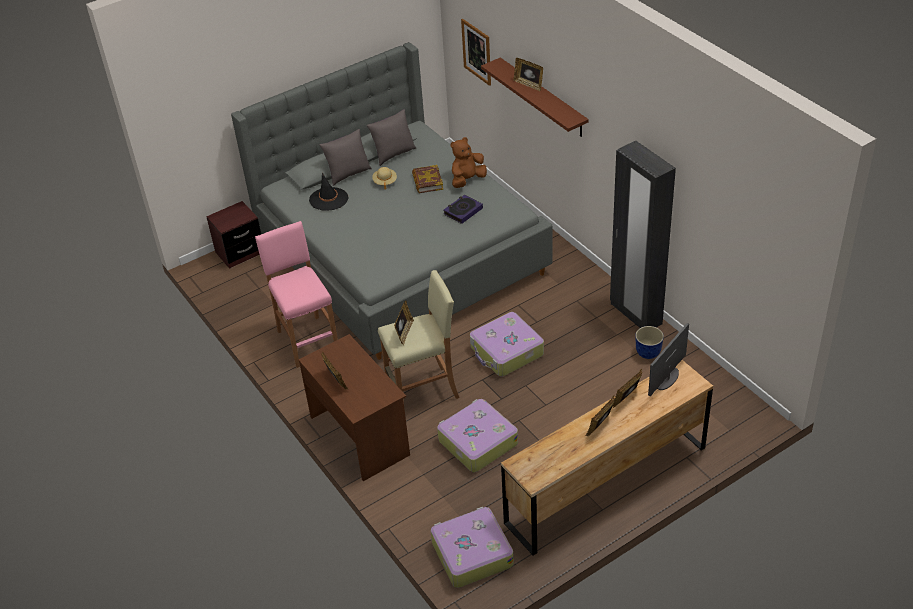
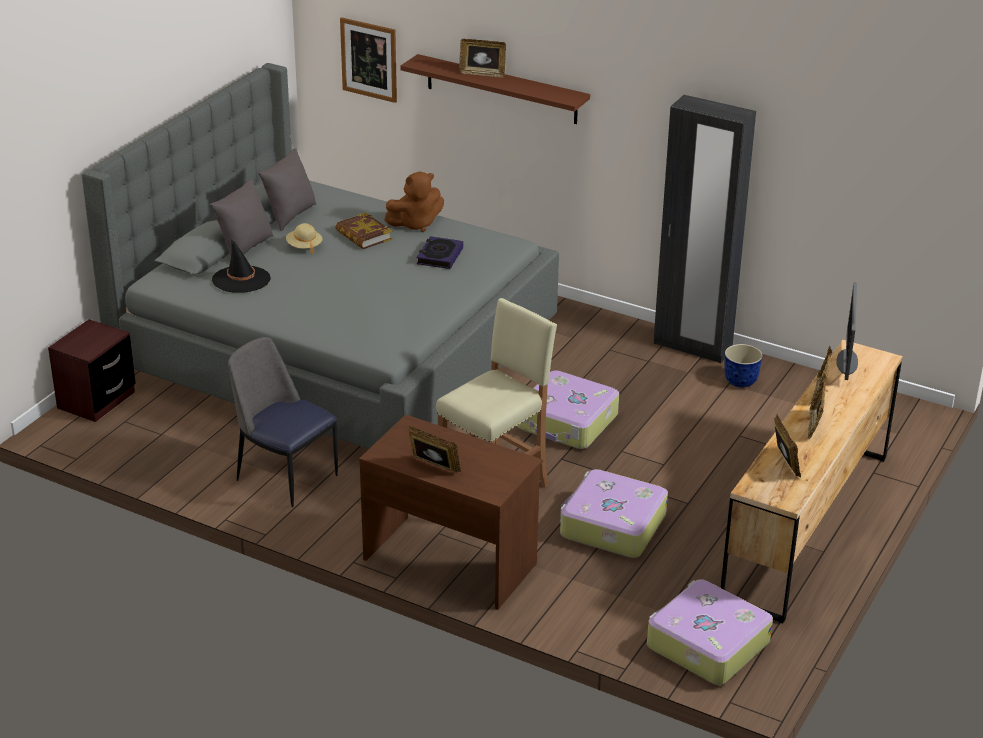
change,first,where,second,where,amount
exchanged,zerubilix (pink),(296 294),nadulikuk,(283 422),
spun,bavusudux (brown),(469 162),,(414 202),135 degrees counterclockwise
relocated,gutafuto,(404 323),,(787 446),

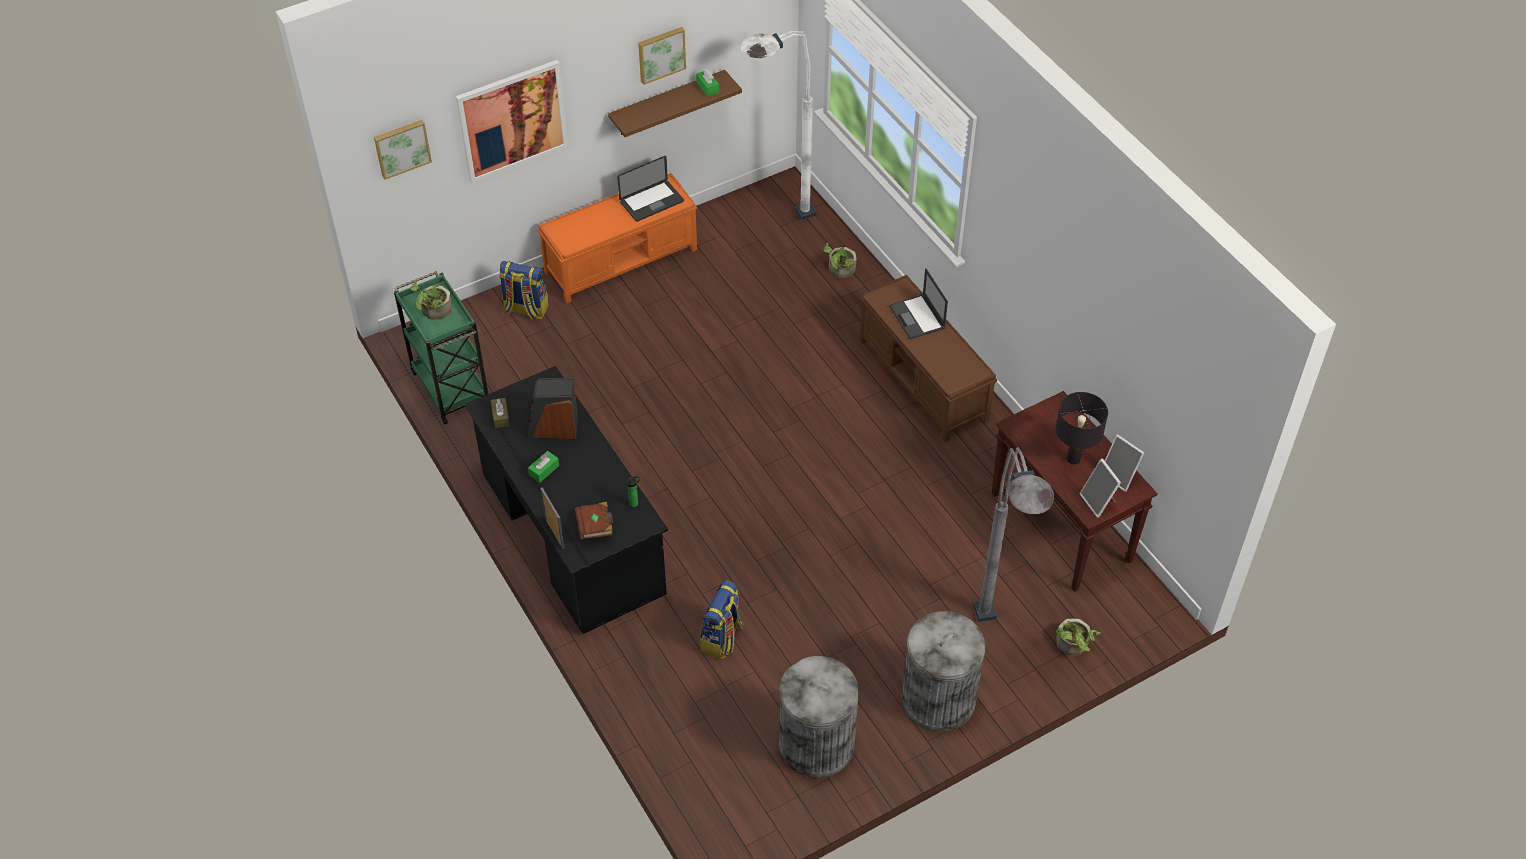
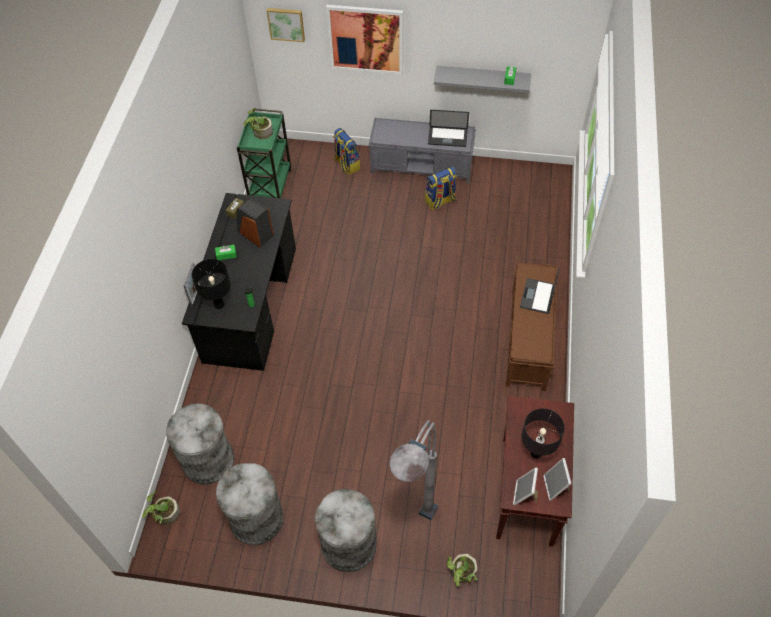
change,first,where,second,where,amount
relocated,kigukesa,(840 260),,(161 508),
appeared,,,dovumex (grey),(200 444),
exchanged,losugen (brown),(594 520),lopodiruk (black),(211 284),
colour,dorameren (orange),(617 238),dorameren (grey),(422 150),
relocated,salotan,(722 619),,(441 188),
colour,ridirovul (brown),(675 103),ridirovul (grey),(482 79),
missing,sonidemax,(662 56),,,
missing,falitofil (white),(778 125),,,

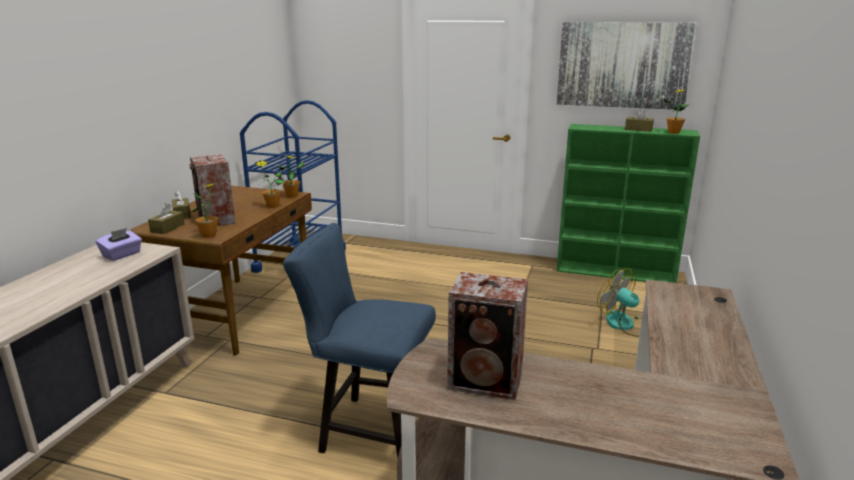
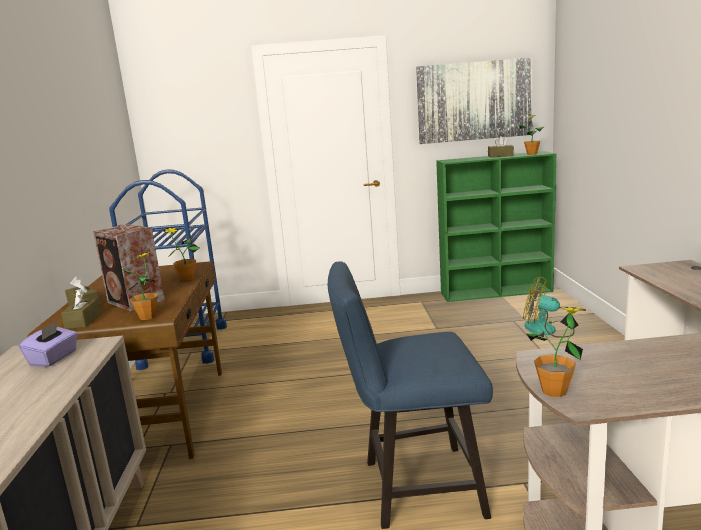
change,first,where,second,where,amount
relocated,kigukesa,(291 176),,(556 352),
missing,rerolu,(487 336),,,

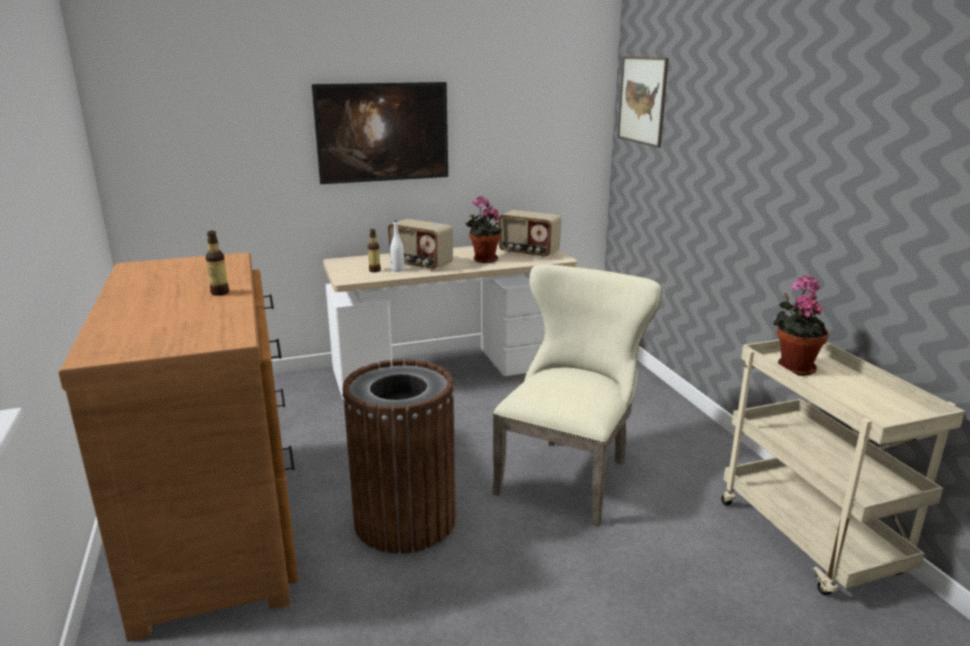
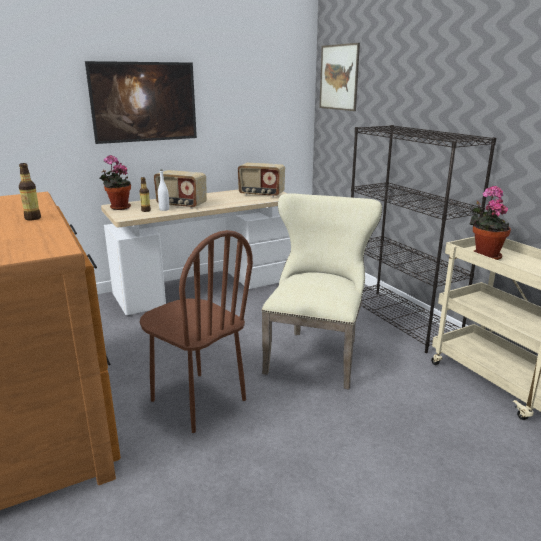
change,first,where,second,where,amount
relocated,kigukesa,(483 229),,(115 182),
exchanged,dovumex (brown),(399 456),nadulikuk (brown),(196 331),
appeared,,,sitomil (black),(424 239),

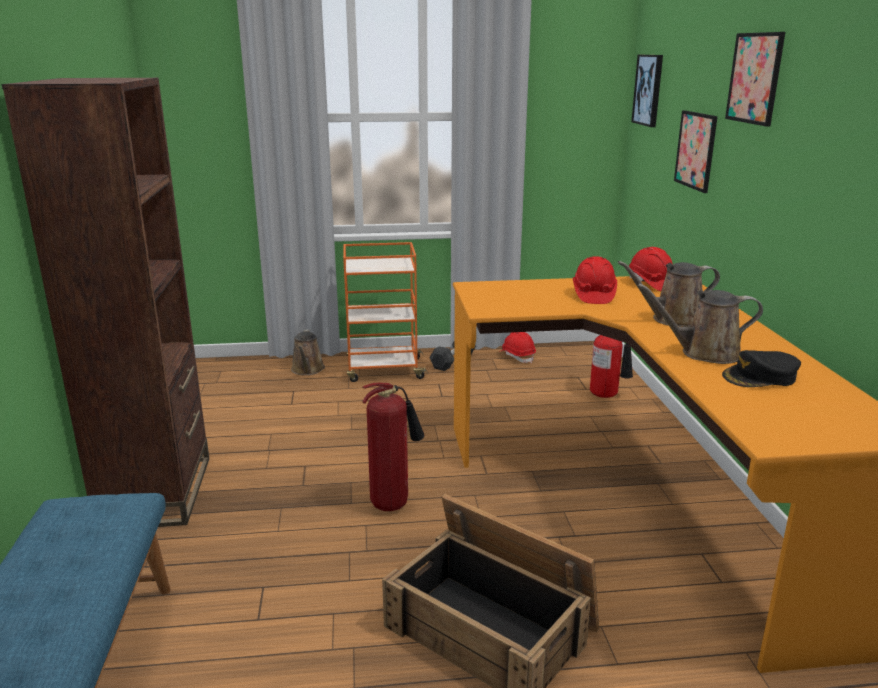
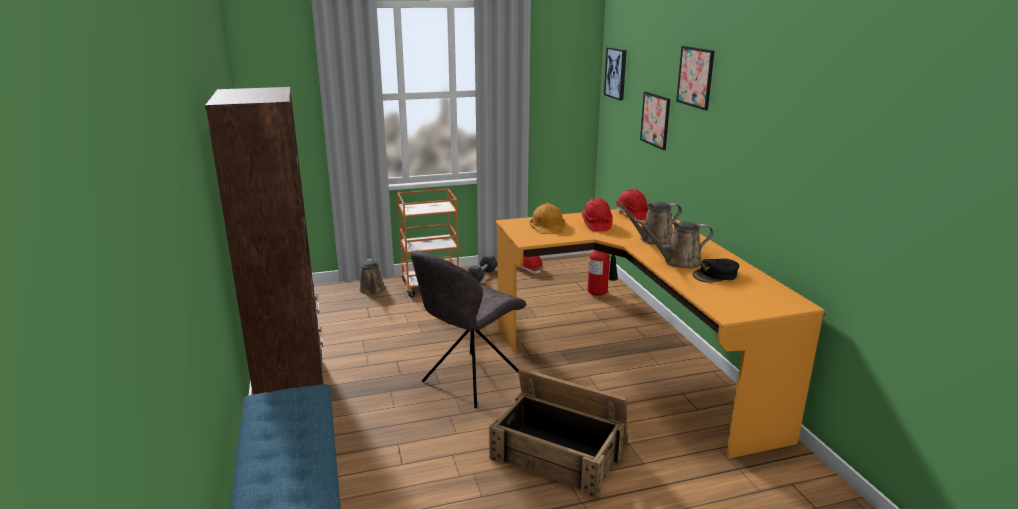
change,first,where,second,where,amount
exchanged,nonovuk,(393 446),nadulikuk (grey),(469 329),
appeared,,,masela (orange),(547 218),

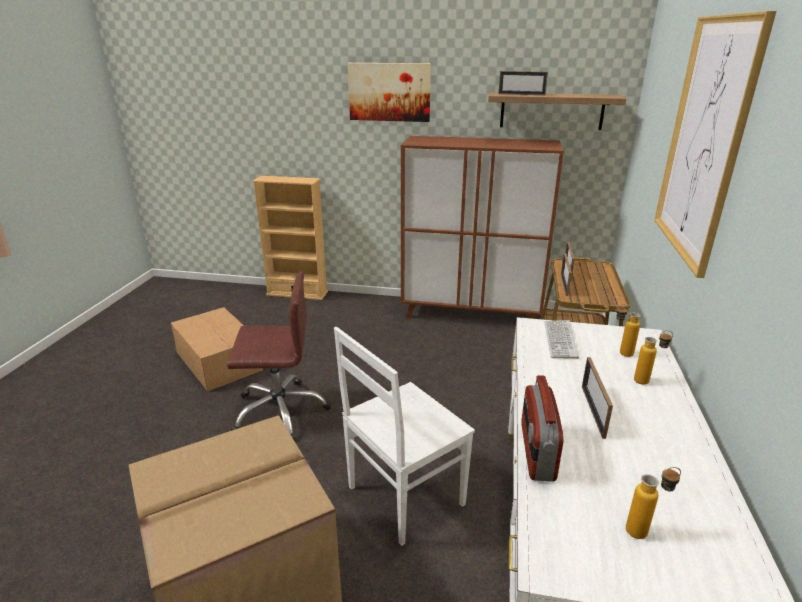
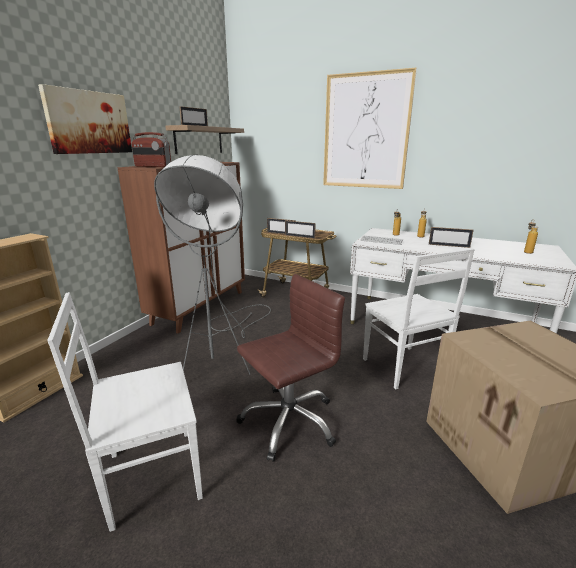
change,first,where,second,where,amount
exchanged,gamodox,(217 349),nadulikuk (white),(125 412),
relocated,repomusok,(542 428),,(151 149),
appeared,,,falitofil (grey),(212 264),
spun,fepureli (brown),(279 356),,(290 368),45 degrees clockwise

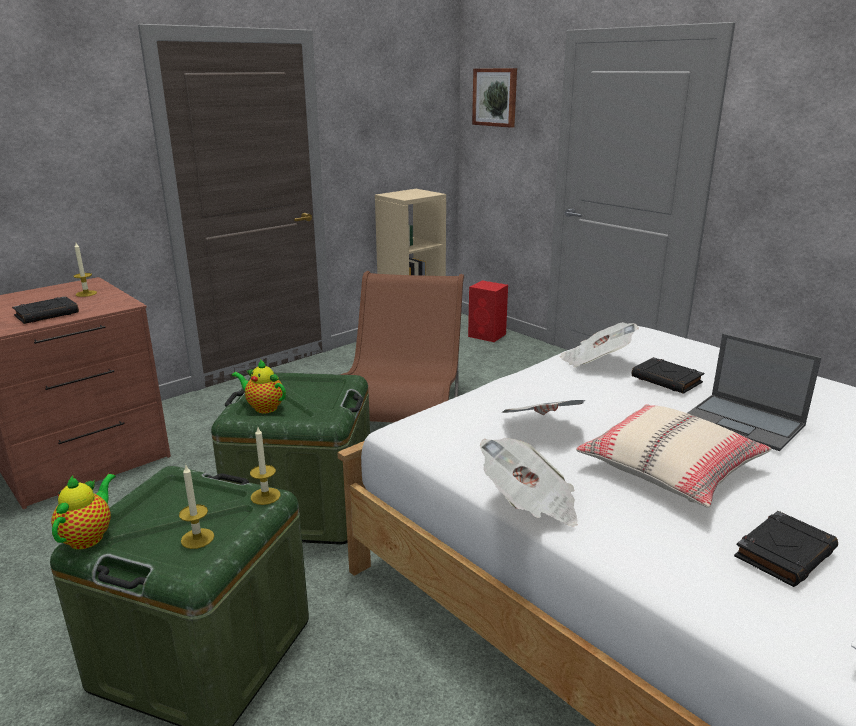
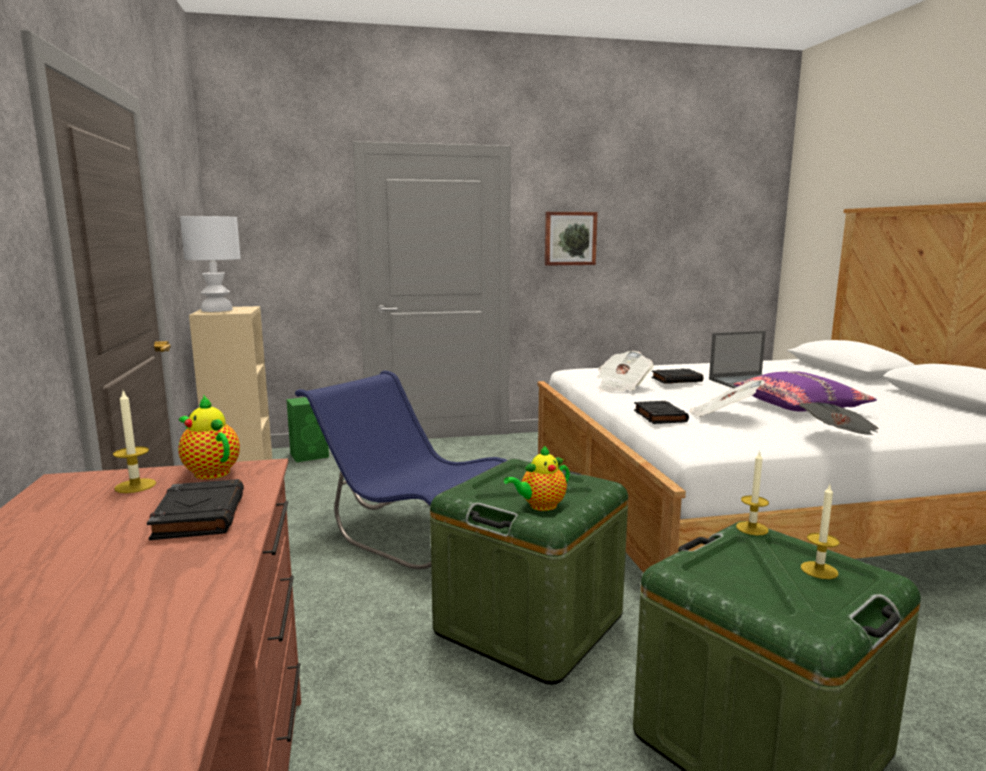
change,first,where,second,where,amount
relocated,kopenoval,(83 512),,(209 437),
appeared,,,lopodiruk (white),(210 264),
colour,rerolu (red),(488 311),rerolu (green),(307 429),
colour,nadulikuk (brown),(402 347),nadulikuk (blue),(401 470),
relocated,sonidemax,(494 98),,(571 238),
relocated,losugen (black),(786 549),,(661 412),
colour,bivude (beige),(673 456),bivude (purple),(805 391),

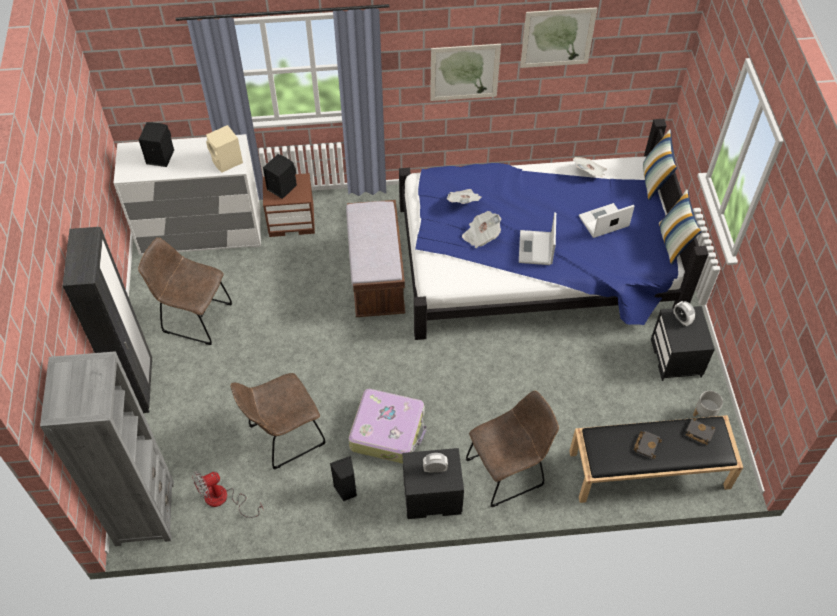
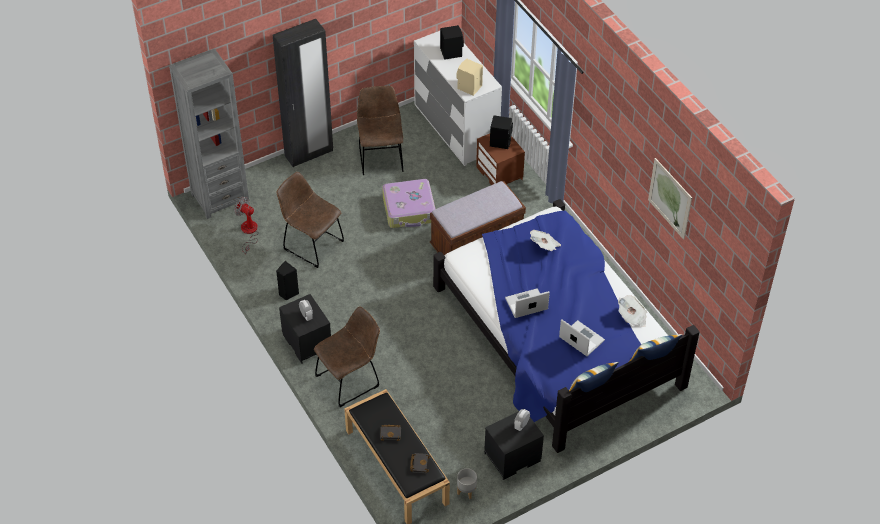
change,first,where,second,where,amount
spun,nadulikuk (brown),(512 449),,(347 357),75 degrees counterclockwise
relocated,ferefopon,(388 426),,(408 203),
missing,sonidemax,(465 72),,,
missing,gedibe,(482 229),,,

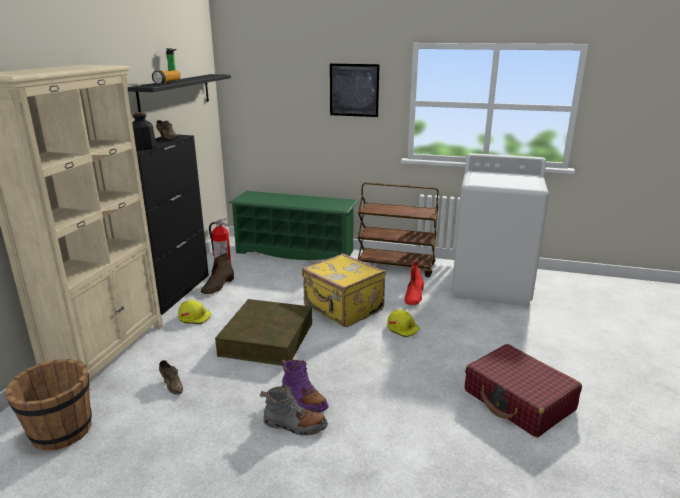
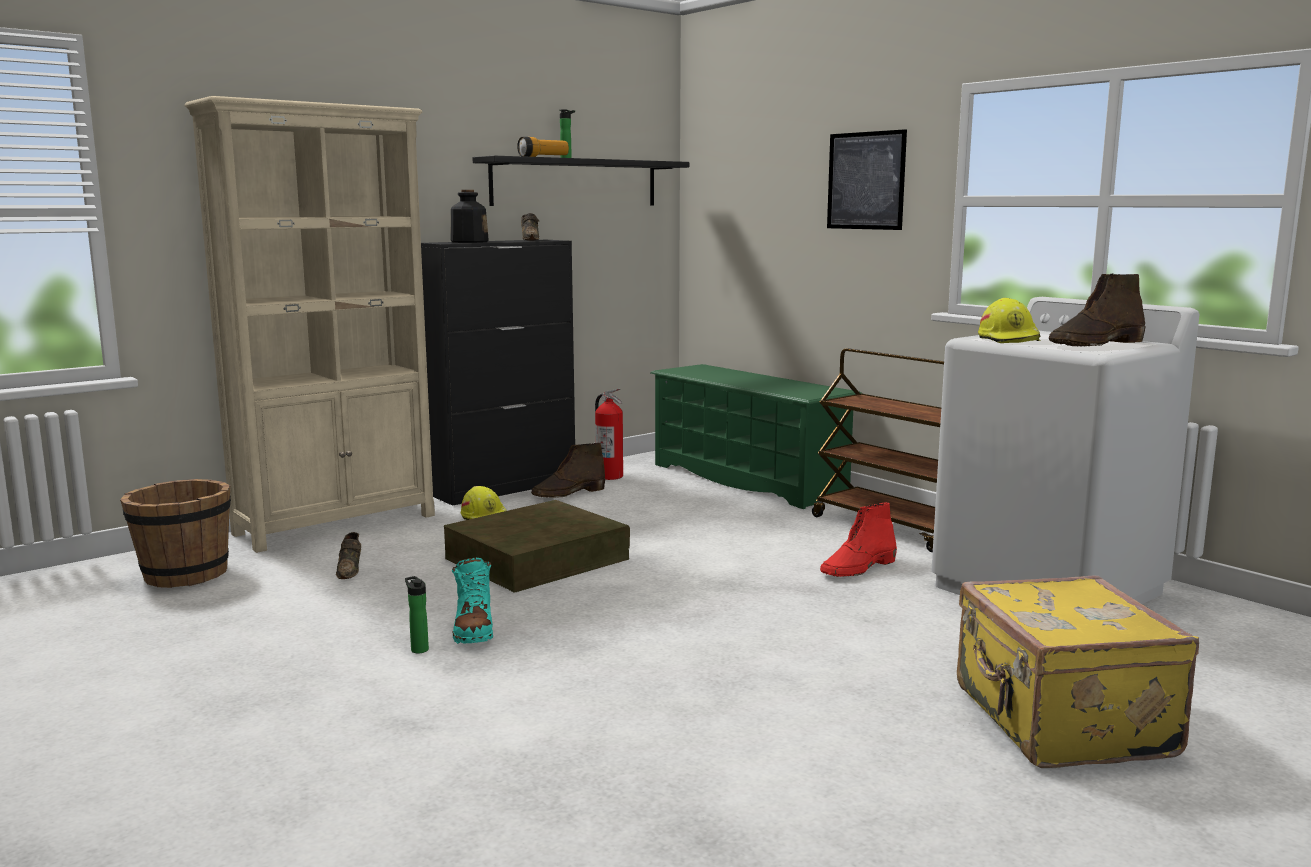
change,first,where,second,where,amount
exchanged,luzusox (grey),(294 410),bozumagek,(417 614),
colour,luzusox (purple),(305 386),luzusox (turquoise),(472 601),
relocated,ferefopon (yellow),(344 290),,(1078 672),
relocated,masela (yellow),(403 323),,(1009 320),
appeared,,,luzusox (brown),(1097 310),
missing,ferefopon (red),(523 391),,,

